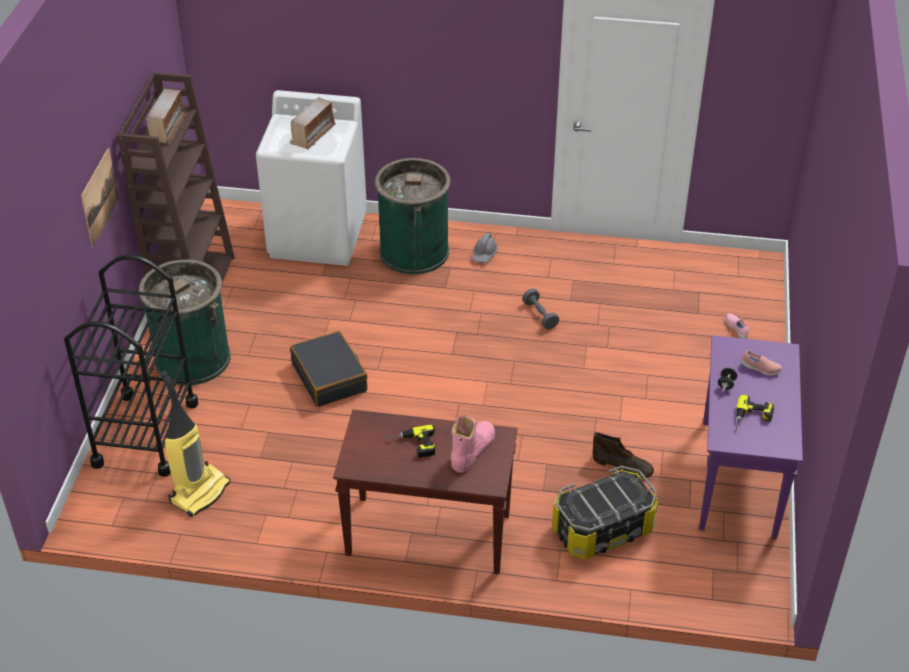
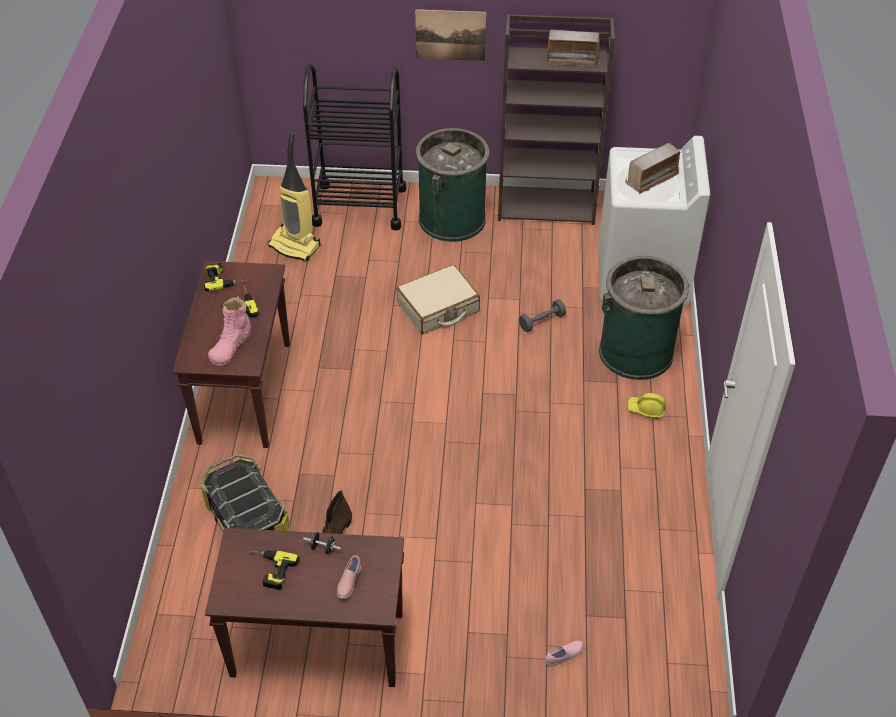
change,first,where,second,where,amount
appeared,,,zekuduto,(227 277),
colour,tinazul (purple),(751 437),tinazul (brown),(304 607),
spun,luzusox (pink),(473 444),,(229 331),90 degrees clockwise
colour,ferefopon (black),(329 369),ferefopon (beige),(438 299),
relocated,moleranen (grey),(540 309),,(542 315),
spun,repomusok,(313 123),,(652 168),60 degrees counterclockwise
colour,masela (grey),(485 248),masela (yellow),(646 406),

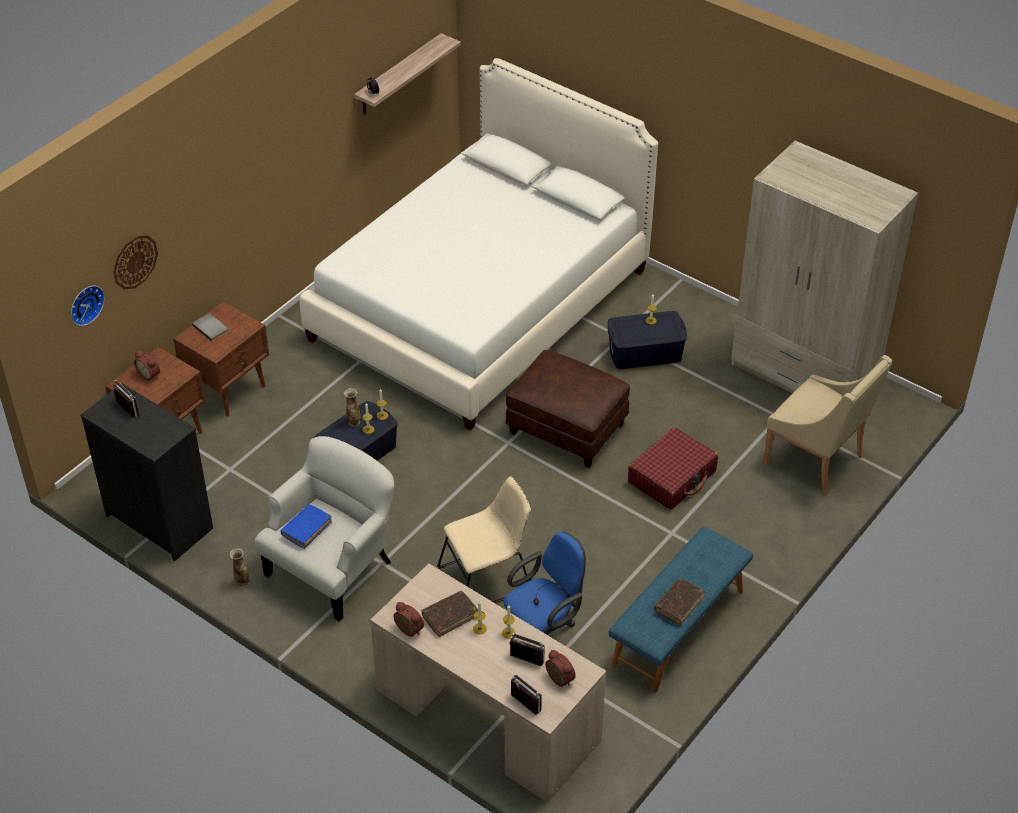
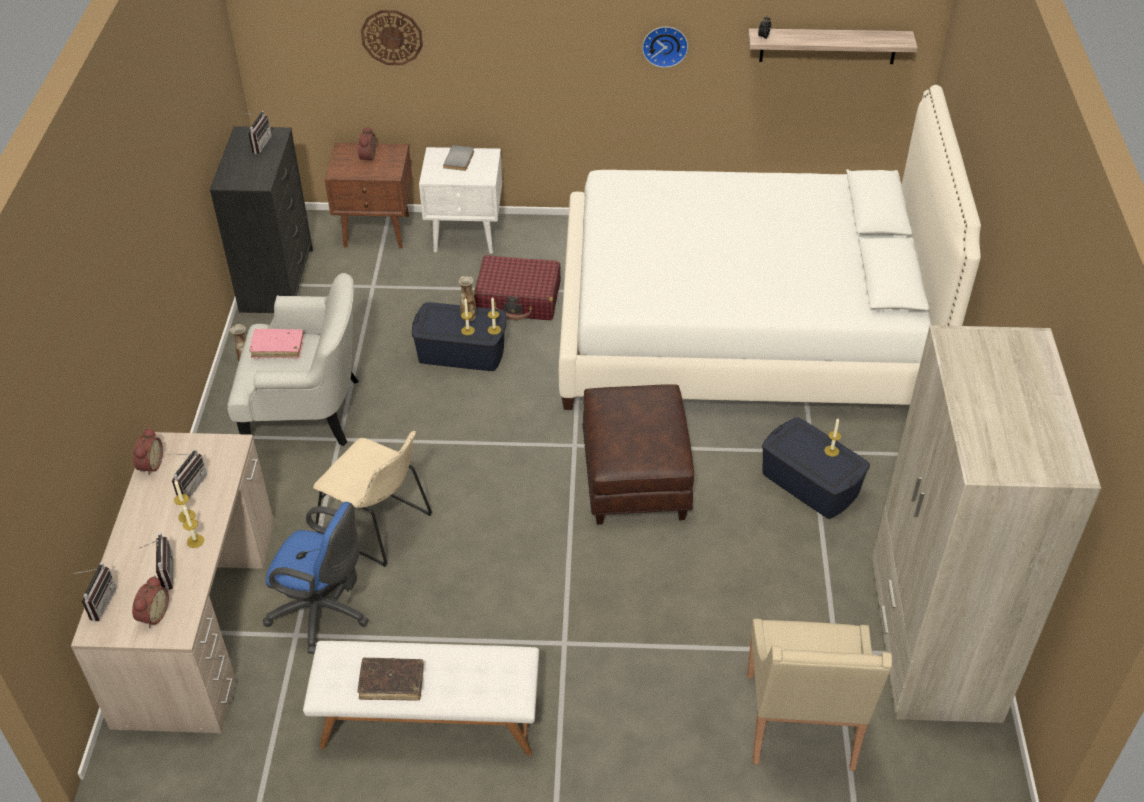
change,first,where,second,where,amount
exchanged,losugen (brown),(449 614),repomusok,(186 473),
colour,losugen (blue),(306 526),losugen (pink),(276 343),
colour,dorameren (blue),(681 610),dorameren (white),(421 698),
colour,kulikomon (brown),(221 359),kulikomon (white),(460 200),
relocated,ferefopon (red),(673 468),,(517 288),
relocated,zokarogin,(88 306),,(665 47),

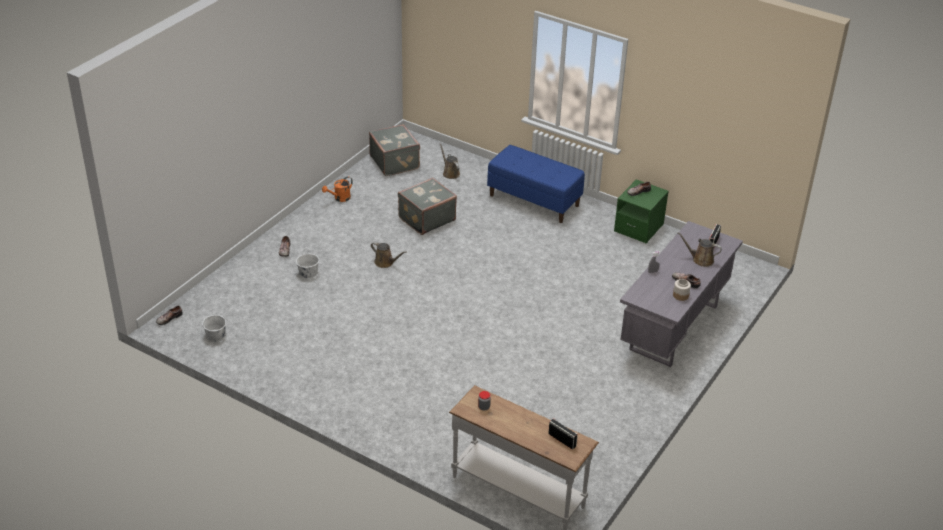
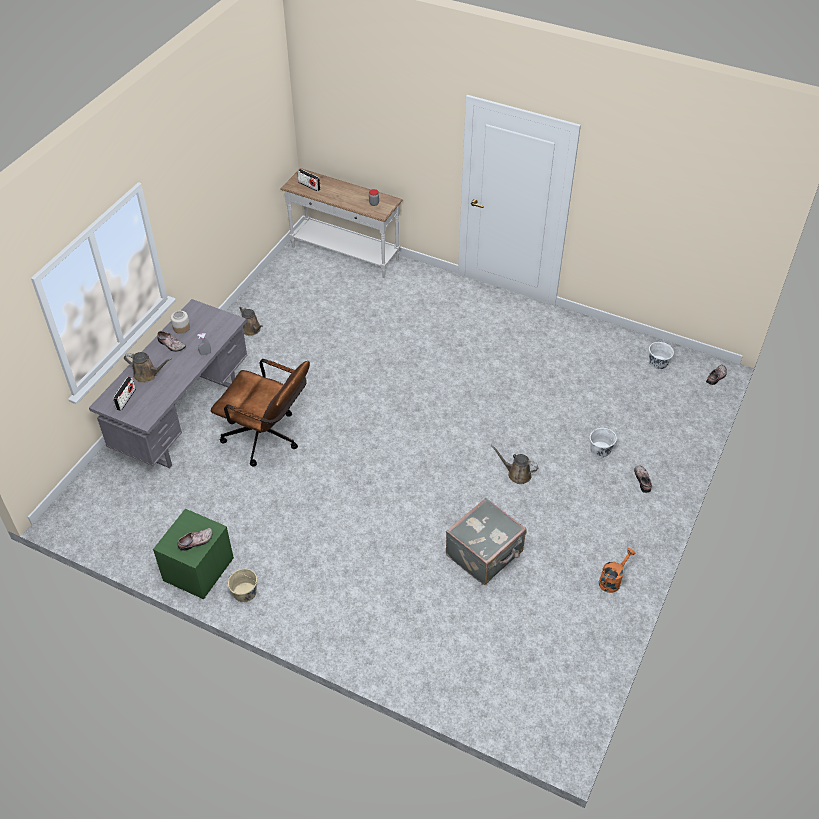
change,first,where,second,where,amount
appeared,,,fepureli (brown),(260 413),
appeared,,,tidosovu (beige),(242 585),
relocated,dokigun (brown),(450 161),,(251 321),
missing,ferefopon (grey),(394 150),,,
missing,dorameren (blue),(536 184),,,

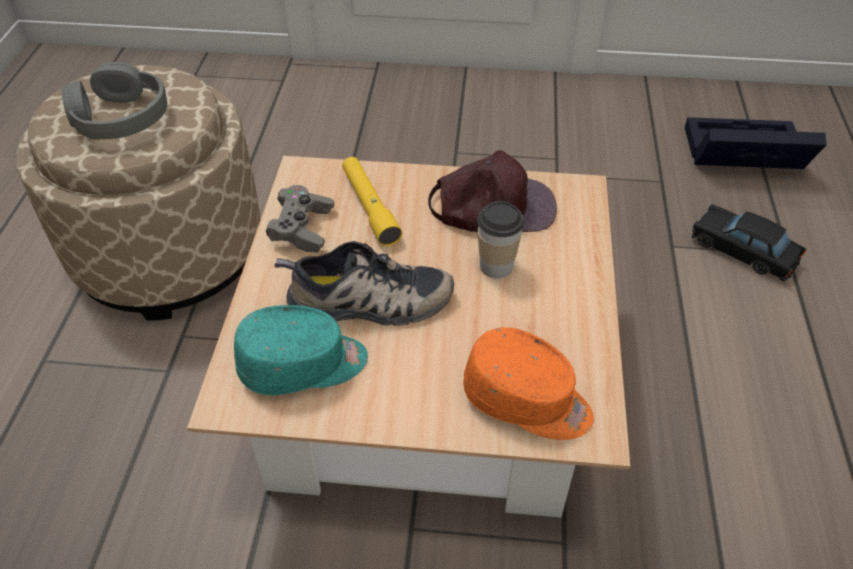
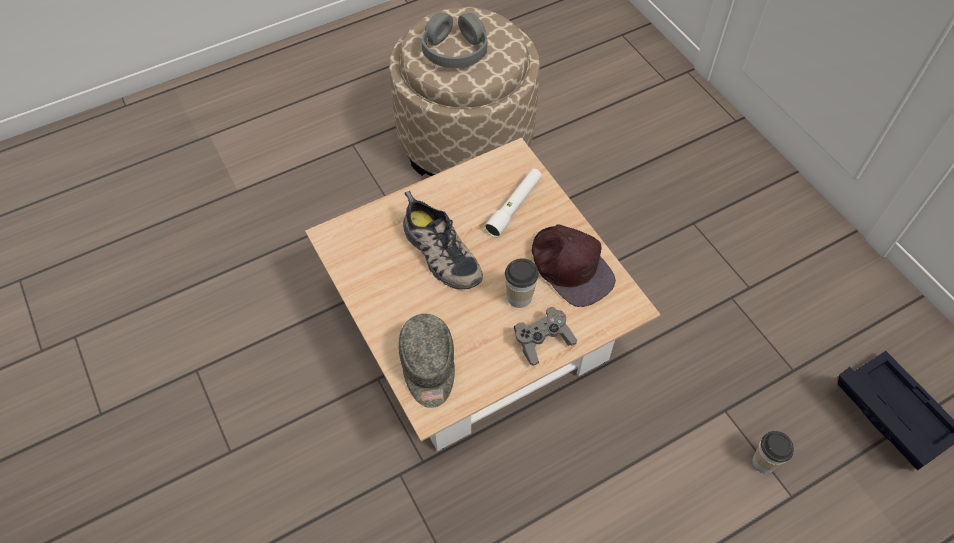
change,first,where,second,where,amount
colour,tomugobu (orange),(528 383),tomugobu (grey),(426 361),
colour,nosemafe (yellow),(372 201),nosemafe (white),(513 203),
relocated,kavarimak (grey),(300 218),,(545 336),
exchanged,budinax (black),(749 242),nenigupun,(773 452),
missing,tomugobu (turquoise),(301 350),,,

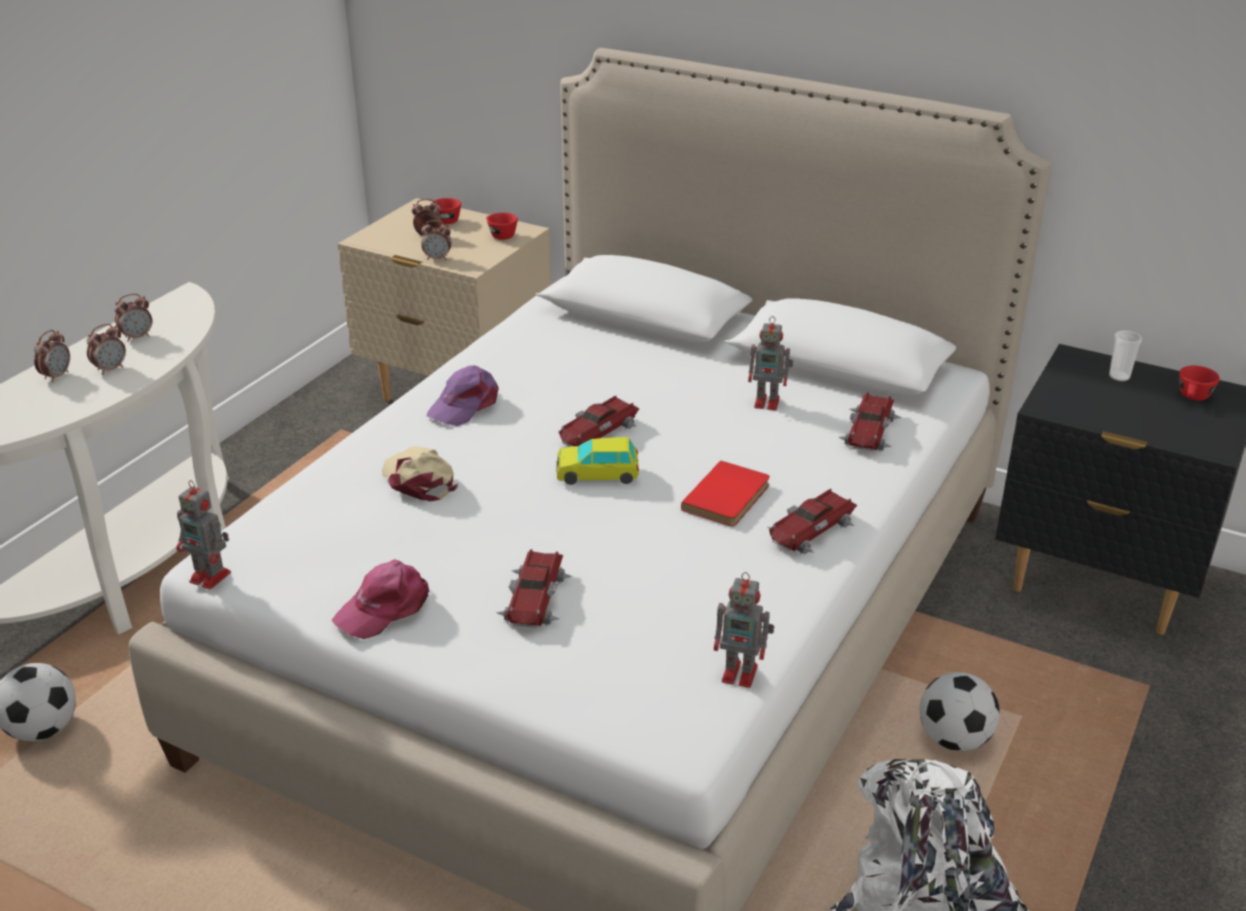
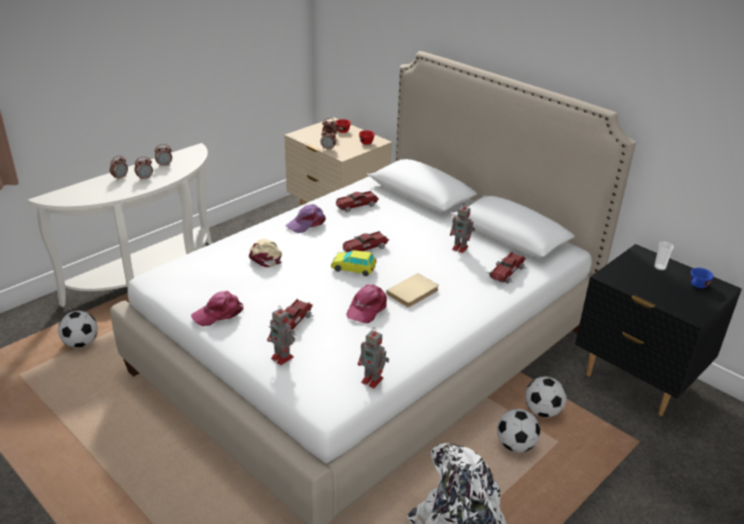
change,first,where,second,where,amount
relocated,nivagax,(203 535),,(281 335),
relocated,budinax,(812 521),,(357 202),
appeared,,,tomugobu (pink),(366 304),
colour,losugen (red),(725 493),losugen (beige),(412 290),
appeared,,,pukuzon,(546 397),
colour,nenigupun (red),(1199 383),nenigupun (blue),(702 278),

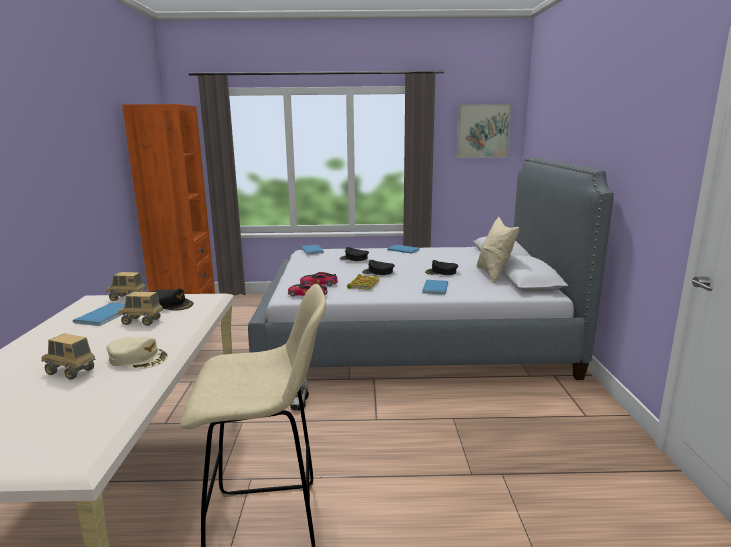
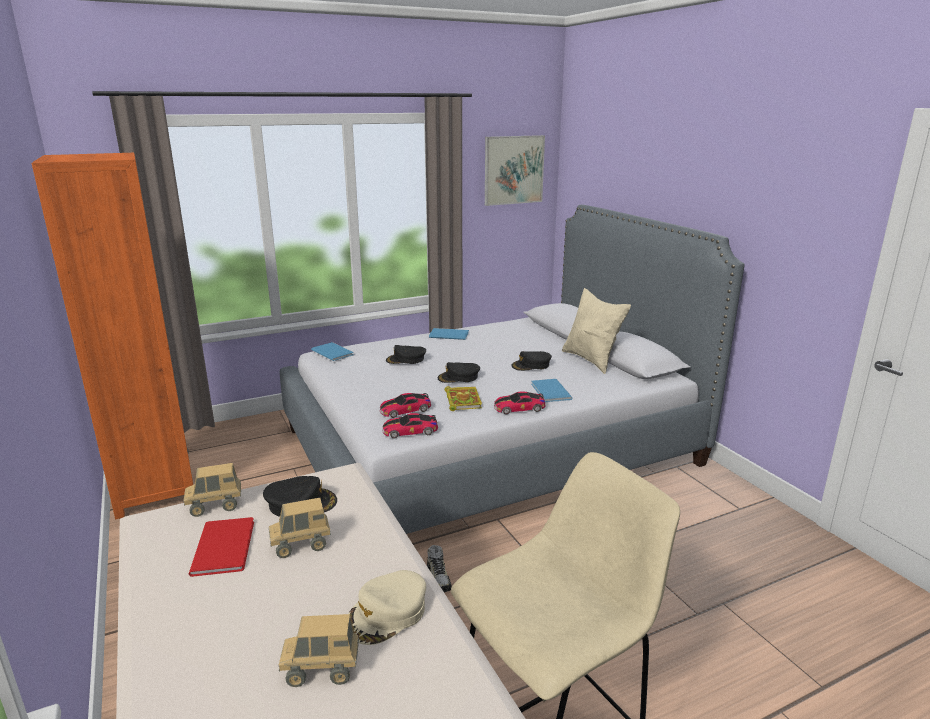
change,first,where,second,where,amount
colour,losugen (blue),(99 314),losugen (red),(221 547),
spun,tomugobu (beige),(137 352),,(387 607),135 degrees clockwise
appeared,,,budinax,(520 403),

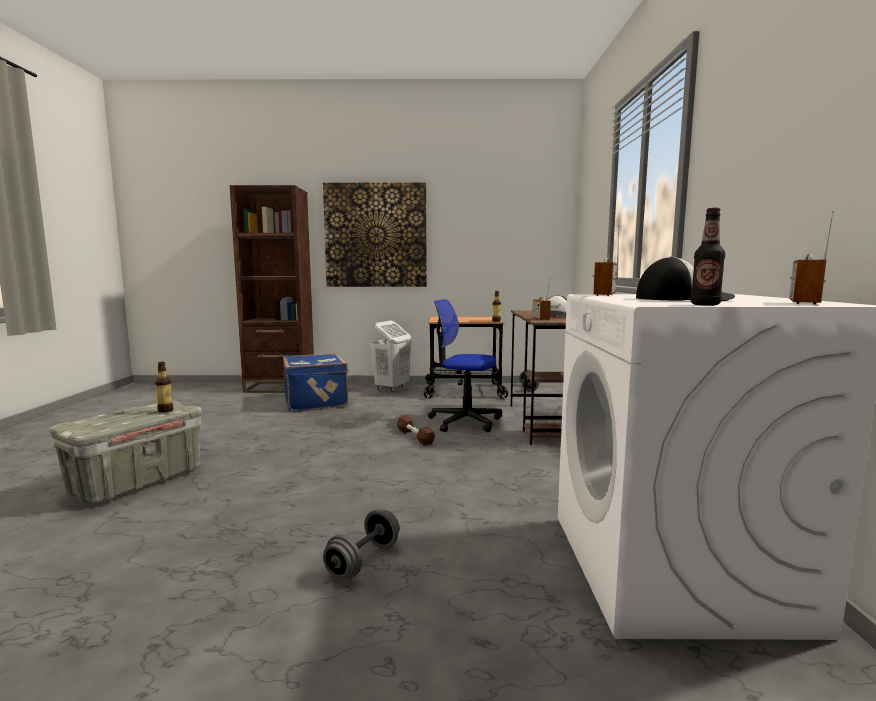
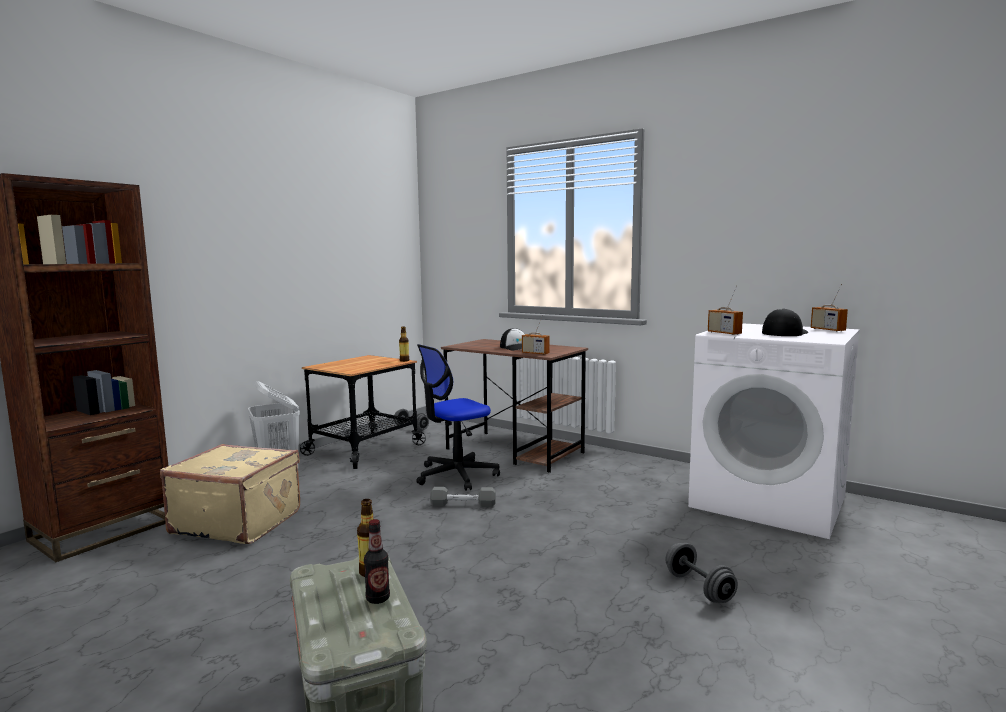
change,first,where,second,where,amount
colour,ferefopon (blue),(316 382),ferefopon (beige),(230 494),
relocated,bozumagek,(708 257),,(377 561),
colour,moleranen (brown),(416 430),moleranen (grey),(463 497),
missing,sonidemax,(375 235),,,

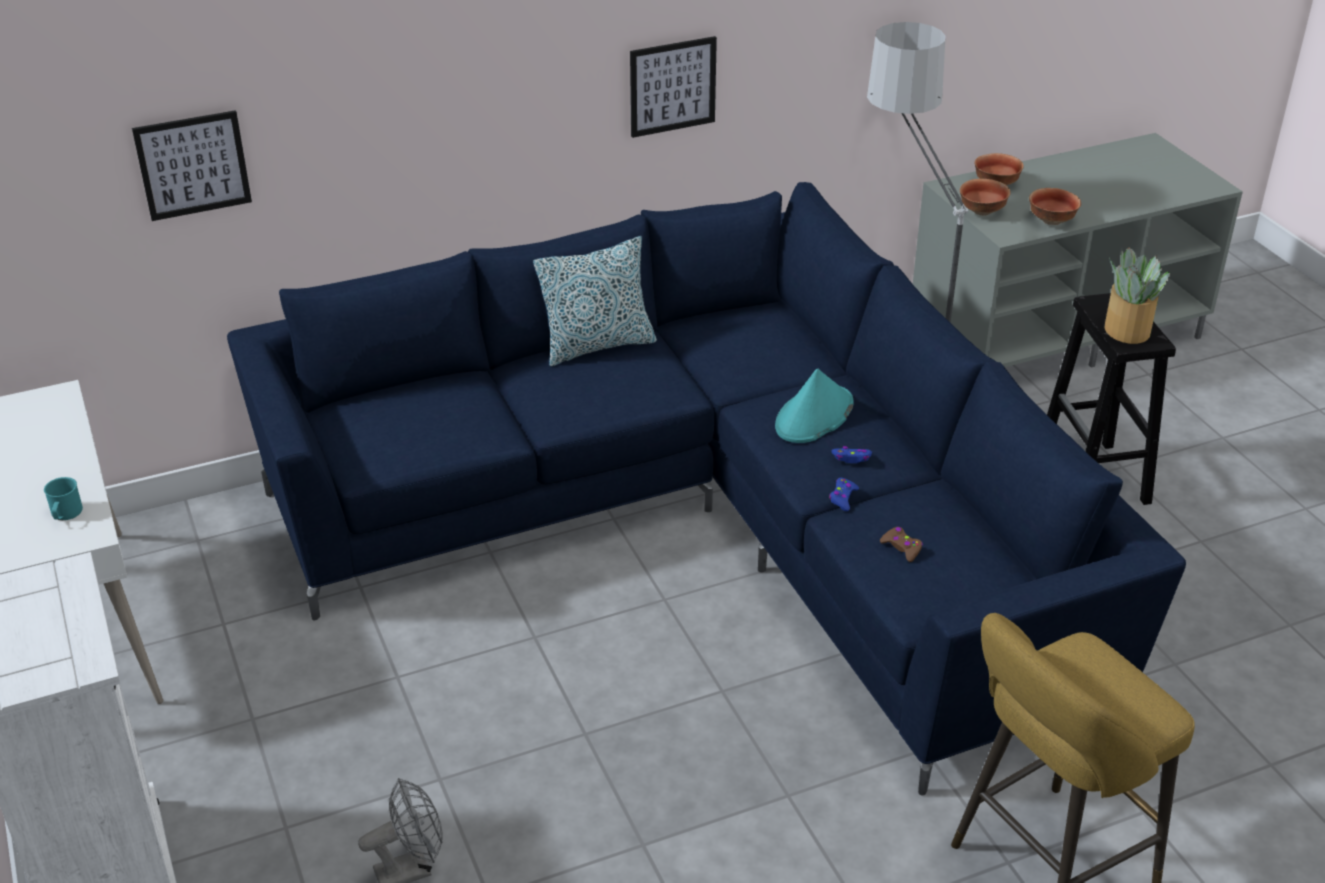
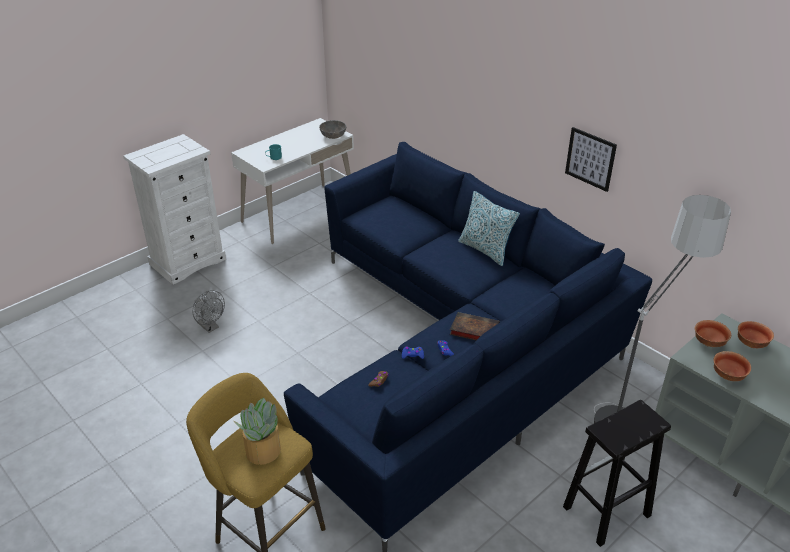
change,first,where,second,where,amount
relocated,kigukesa,(1137 296),,(257 431),
appeared,,,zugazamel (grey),(332 129),
exchanged,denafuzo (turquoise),(814 405),losugen,(475 326),
missing,sonidemax,(192 165),,,

